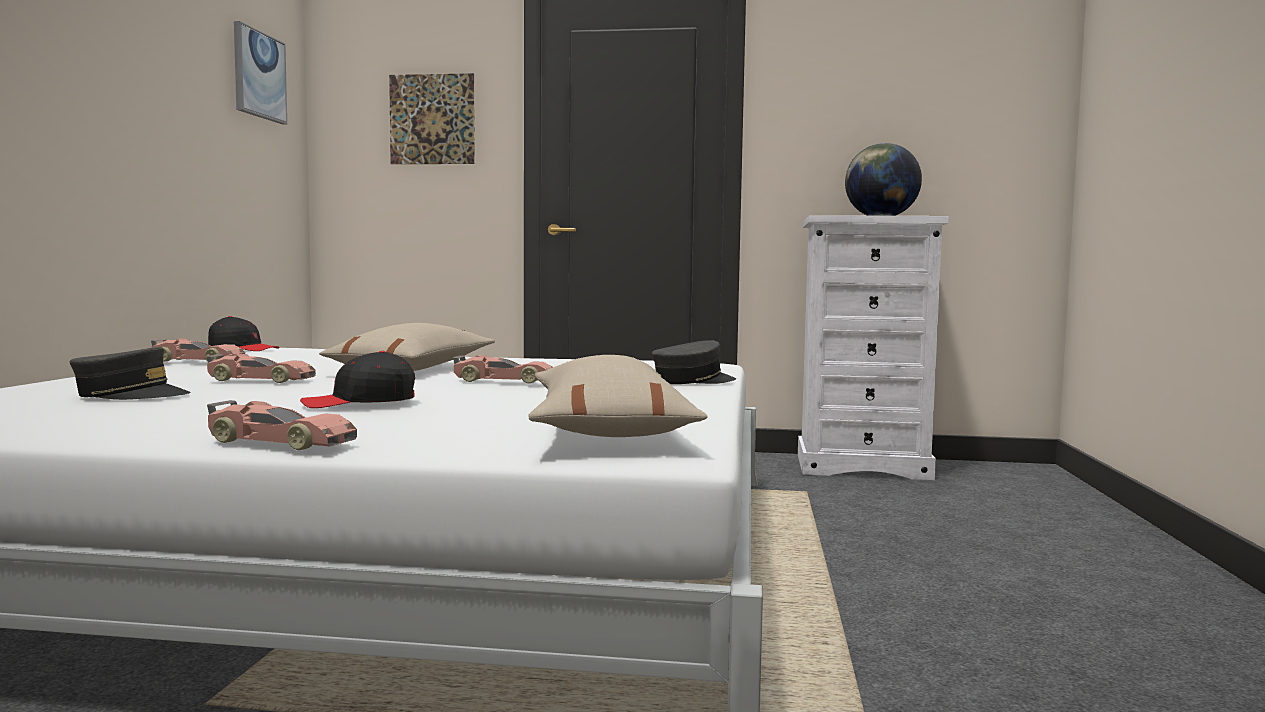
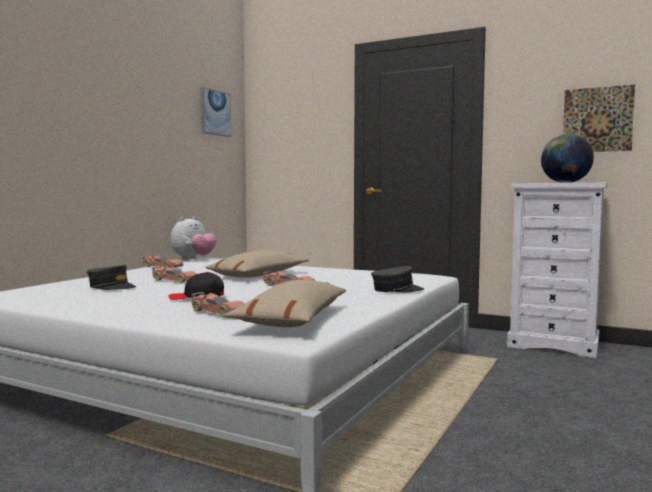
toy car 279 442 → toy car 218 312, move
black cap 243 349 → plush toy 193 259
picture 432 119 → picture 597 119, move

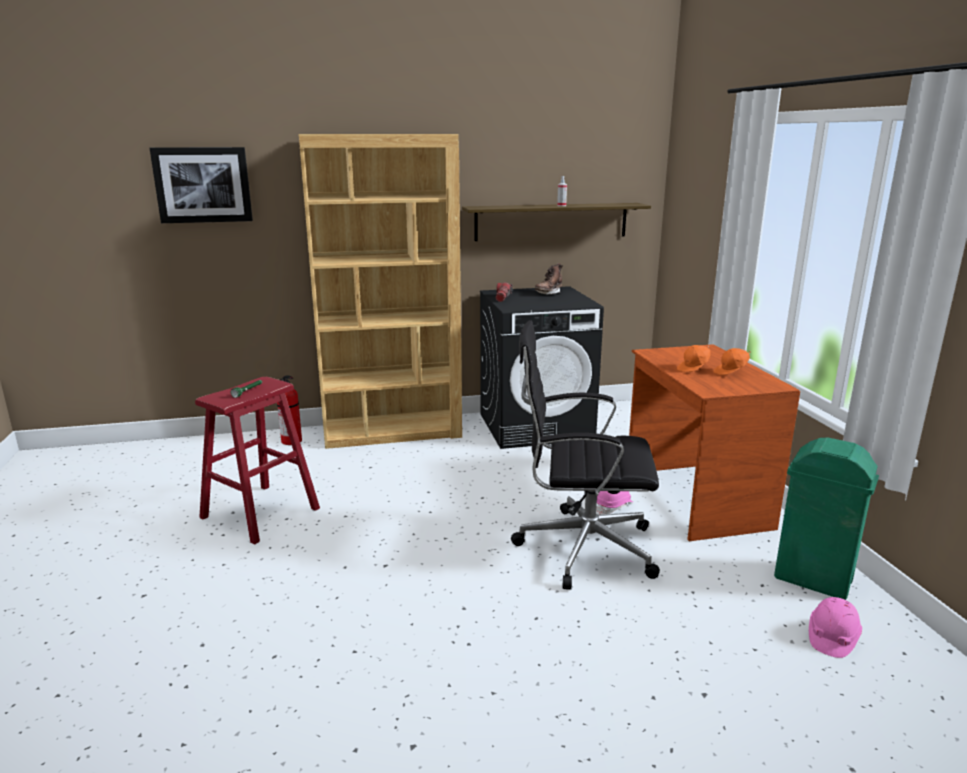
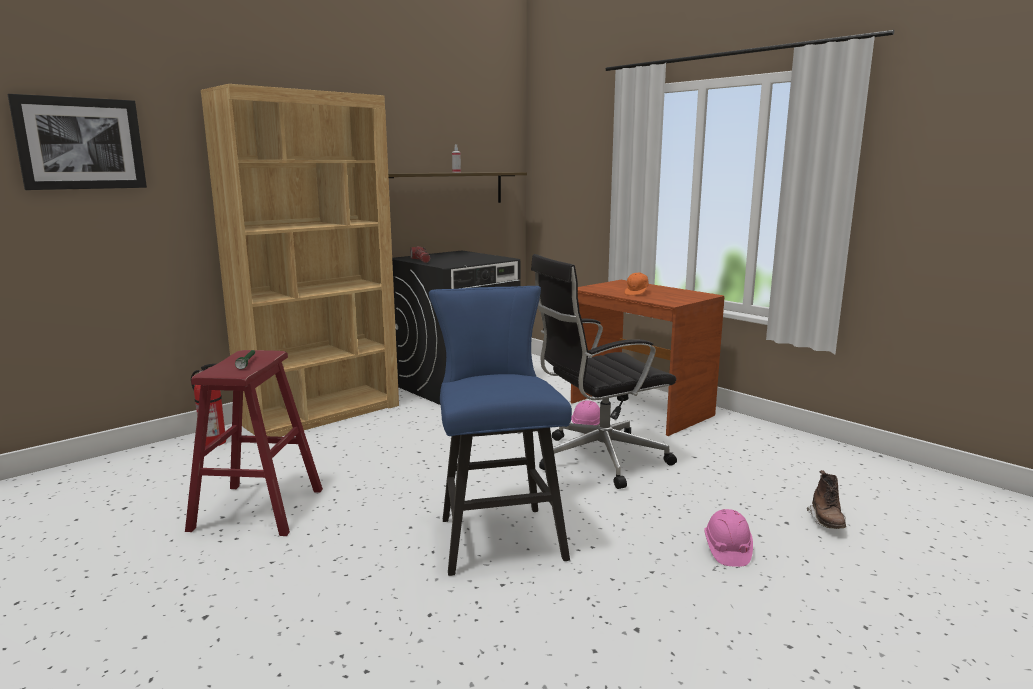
brown boot 548 293 → brown boot 827 522, move
orange cap 731 372 → -
green trash can 813 580 → -
pink hard hat 832 637 → pink hard hat 727 550, move
- → blue stool 497 534

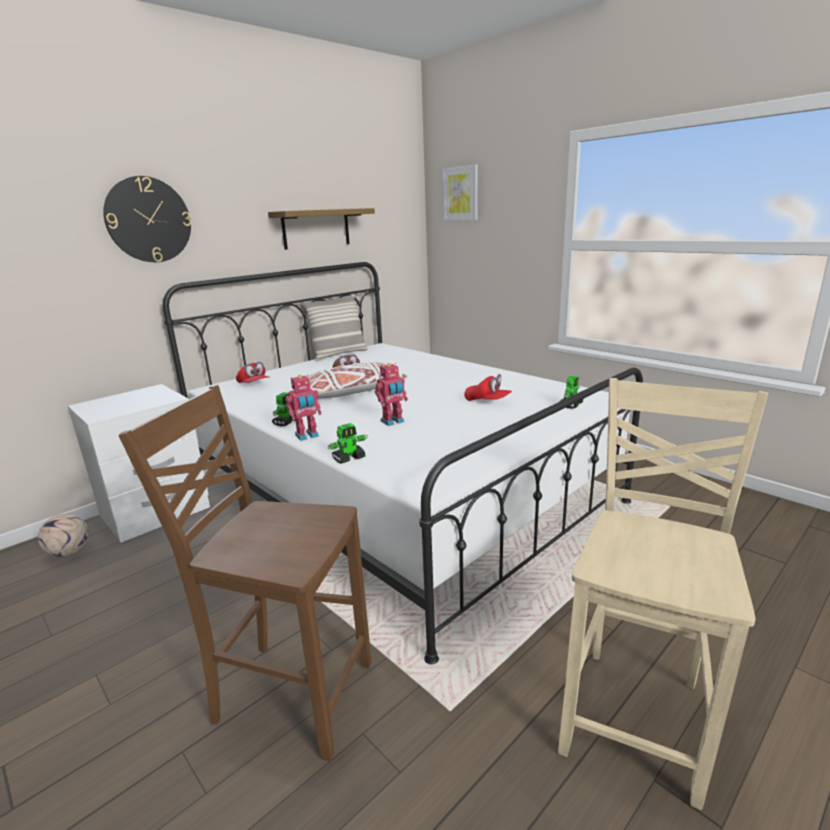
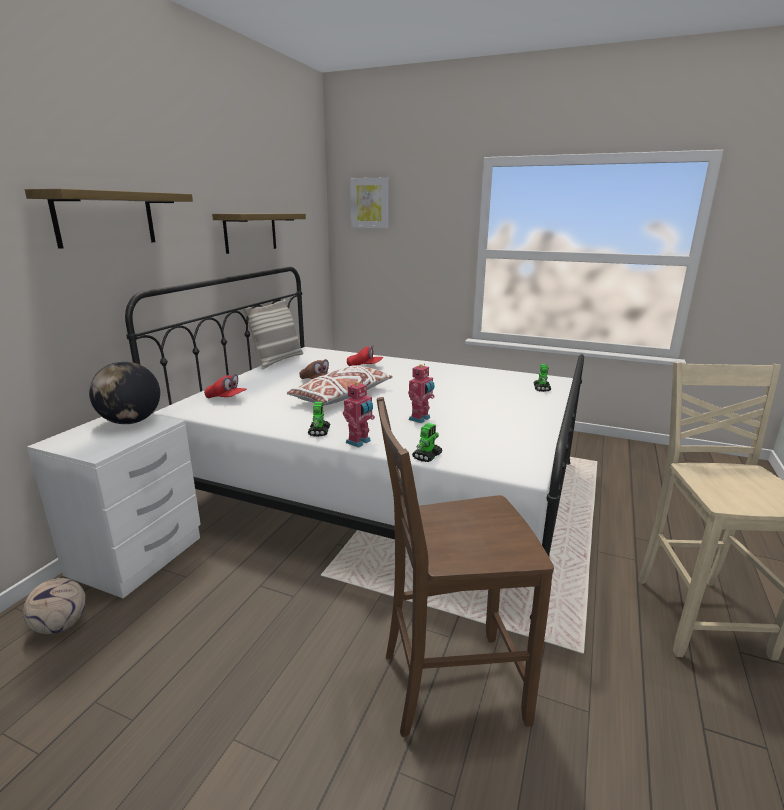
wall clock 148 220 → shelf 106 219
red cap 487 401 → red cap 364 366, move
- → globe 131 421

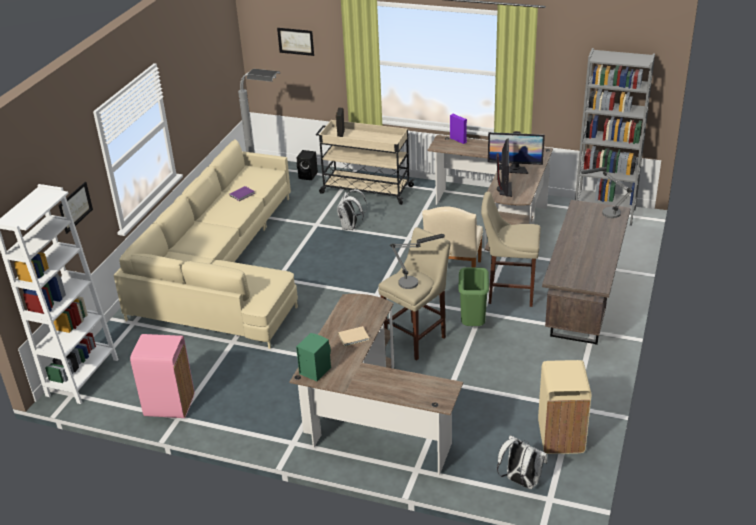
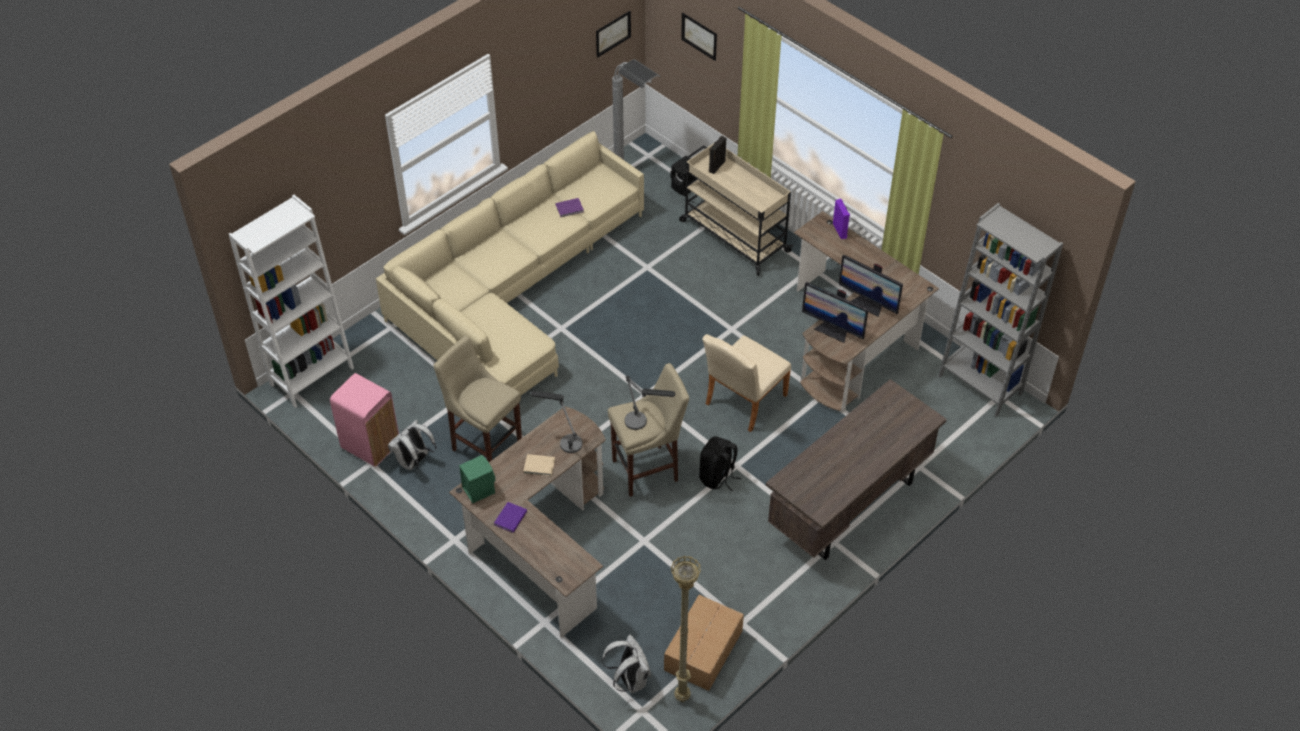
picture 75 207 → picture 613 33, move
white backpack 350 227 → white backpack 414 462, move
green trash can 473 324 → black backpack 717 477
beige stool 508 292 → beige stool 484 444, move
monitor 504 189 → monitor 833 330, 90 degrees clockwise
beige trash can 560 438 → cardboard box 702 651
table lamp 605 213 → table lamp 564 442, move
- → purple book 509 518
- → beige floor lamp 682 698

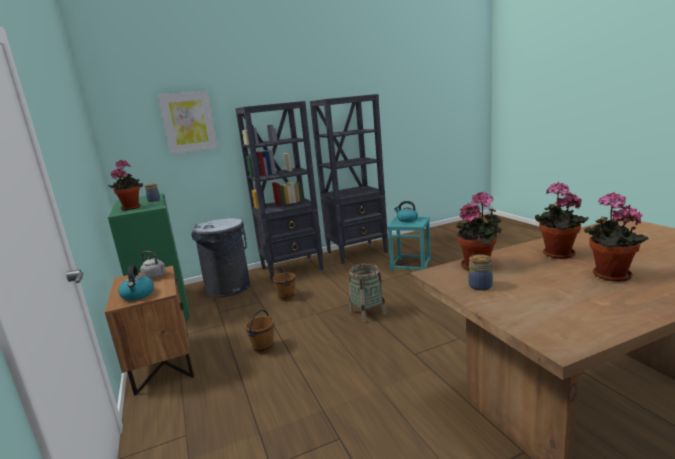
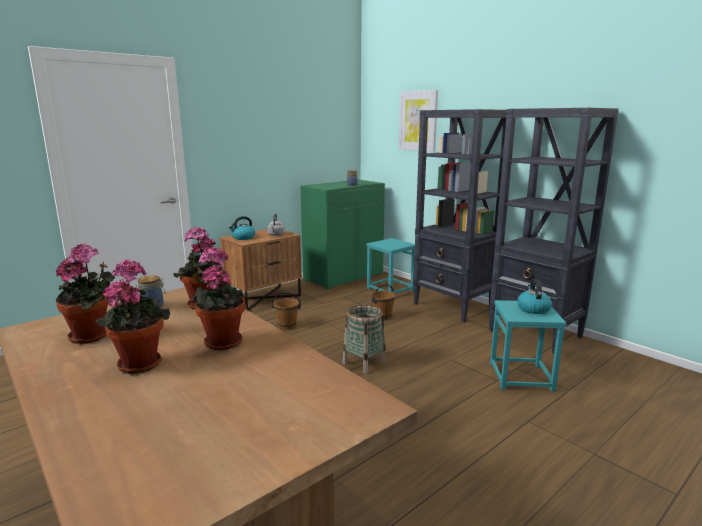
potted plant 131 207 → potted plant 93 335, move
grey trash can 228 288 → turquoise stool 390 289

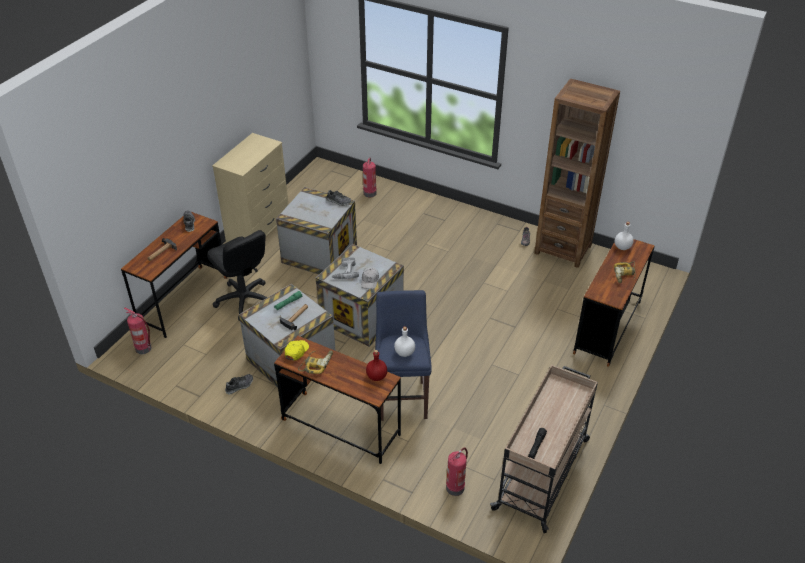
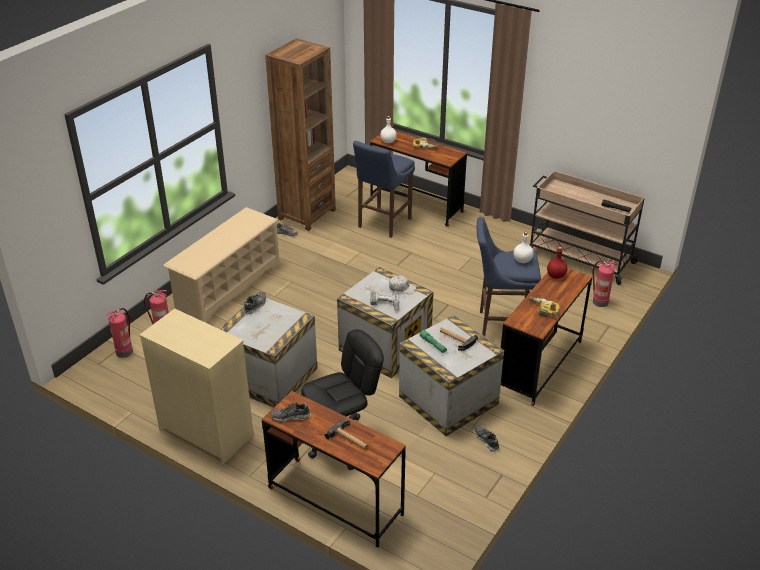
fire extinguisher 144 348 → fire extinguisher 124 351, move
yellow cap 296 351 → -
- → beige shoe rack 228 286
- → blue stool 383 224

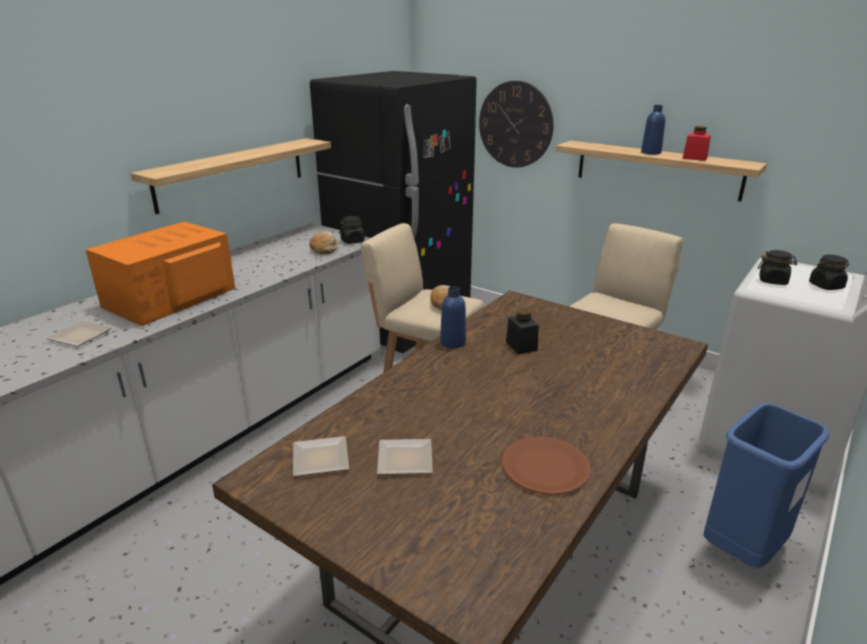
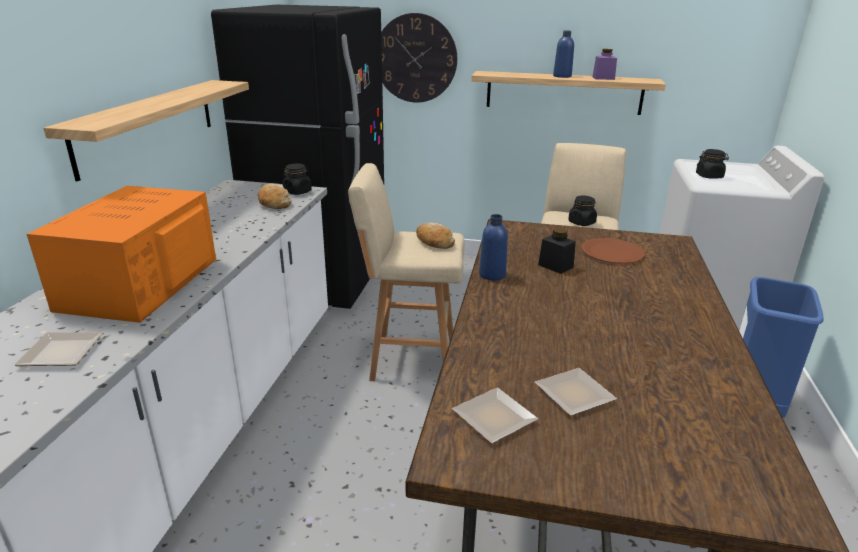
brown plate 545 467 → brown plate 612 252, move
red jar 694 158 → purple jar 603 78
black jar 826 286 → black jar 581 222, move

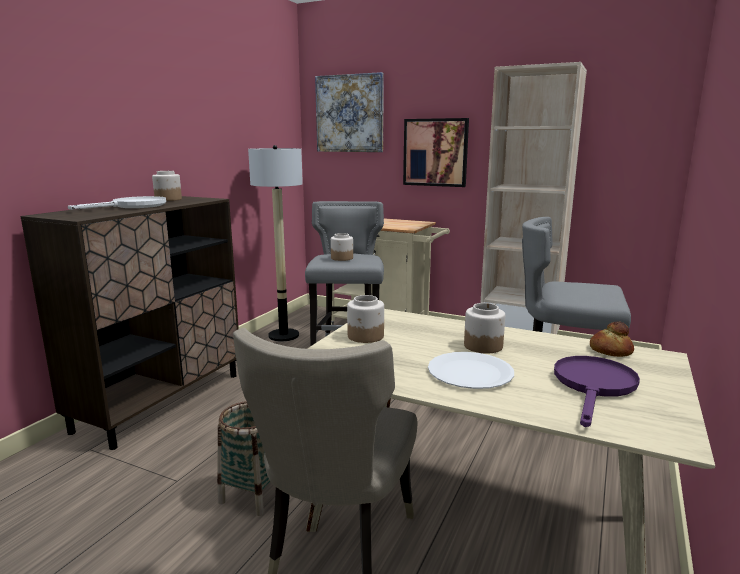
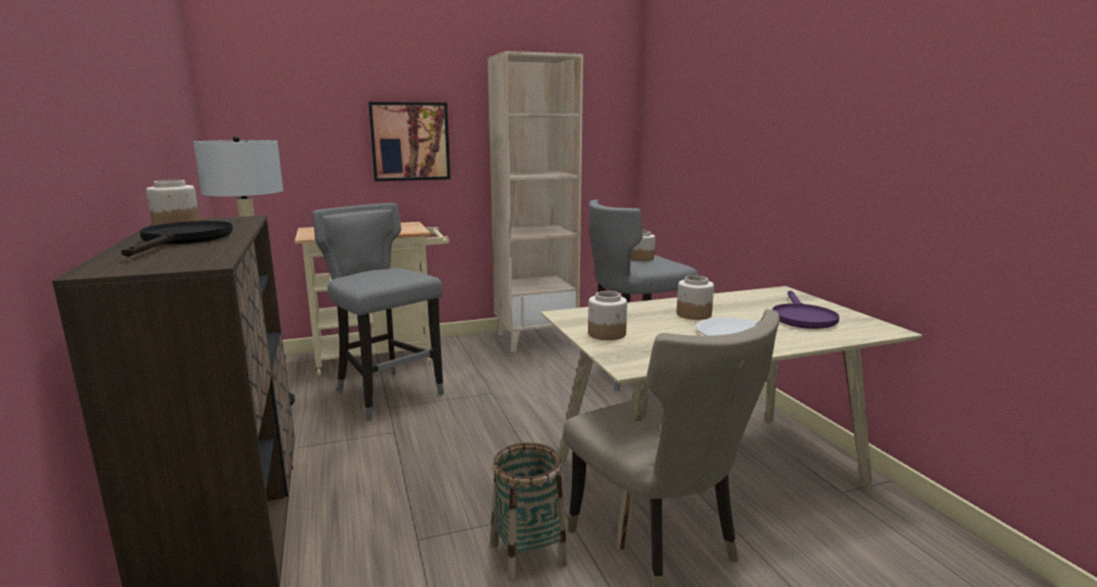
white frying pan 132 206 → black frying pan 183 240
picture 349 113 → -
jar 342 258 → jar 641 258, move
purple frying pan 594 386 → purple frying pan 801 317, 150 degrees counterclockwise
bread 610 350 → -

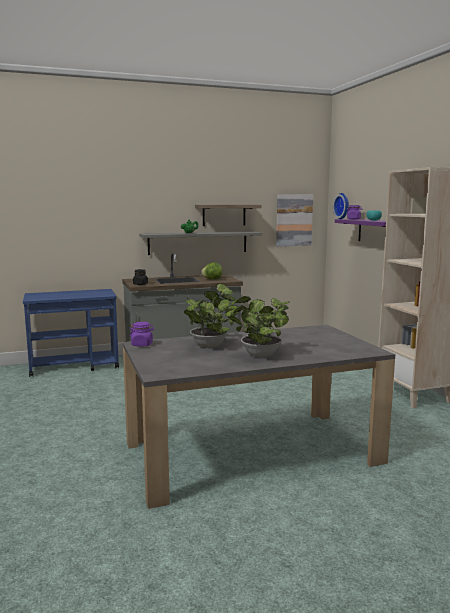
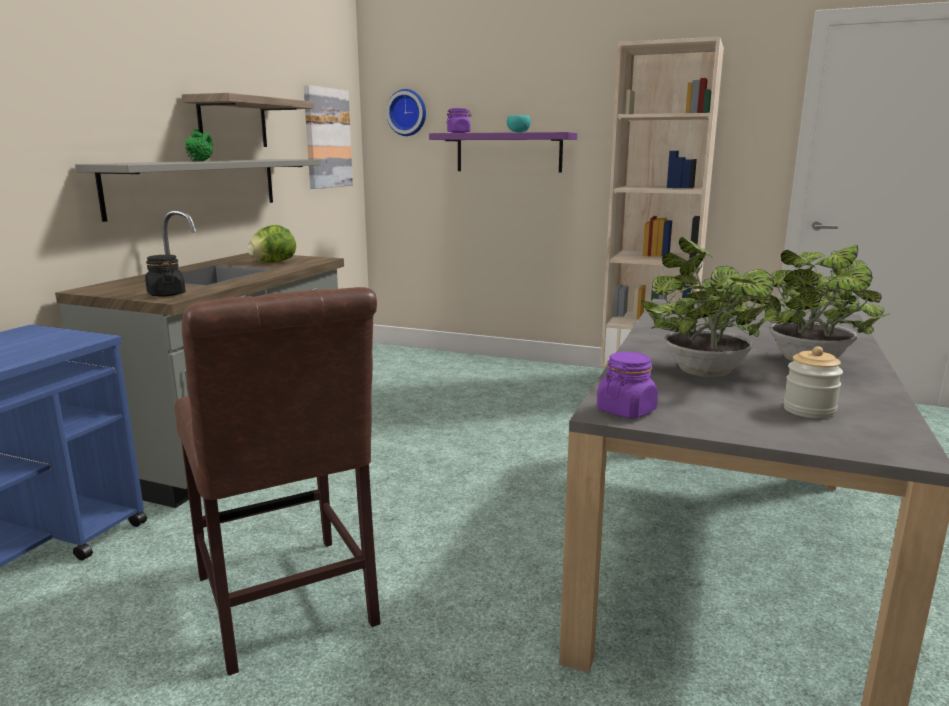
- → brown chair 287 607
- → jar 808 410

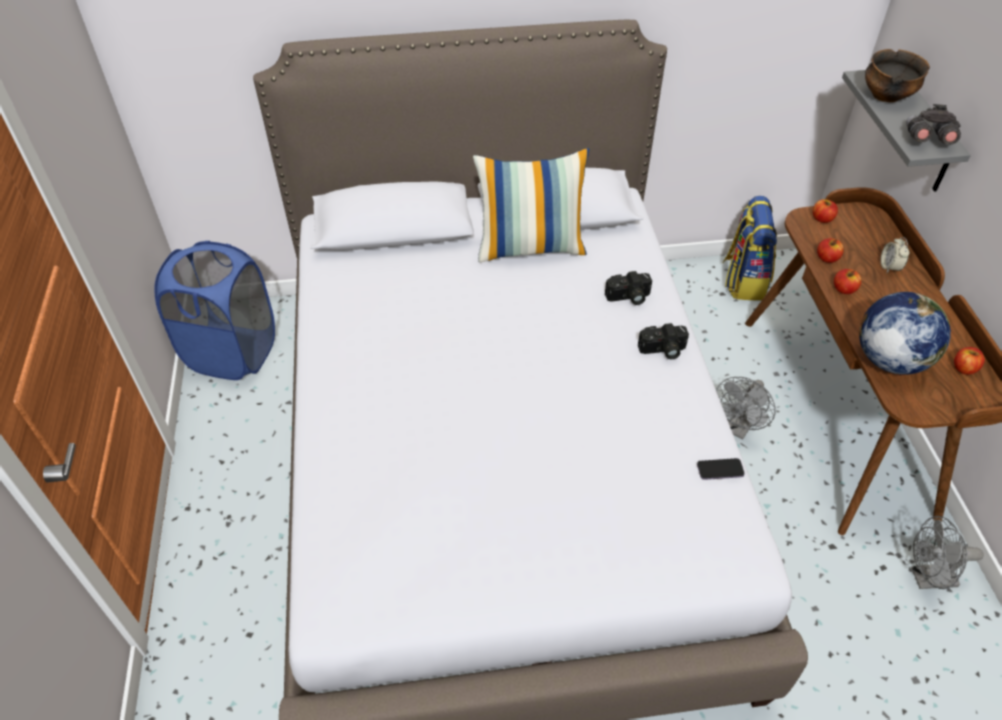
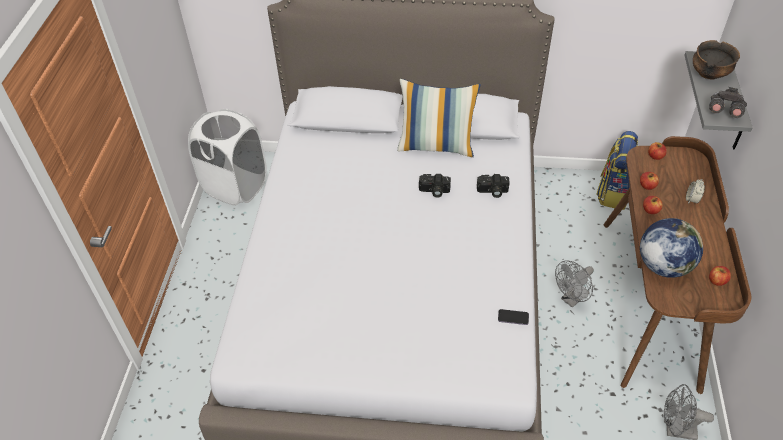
blue laundry basket 232 353 → white laundry basket 236 186
photo camera 662 350 → photo camera 434 191, move

